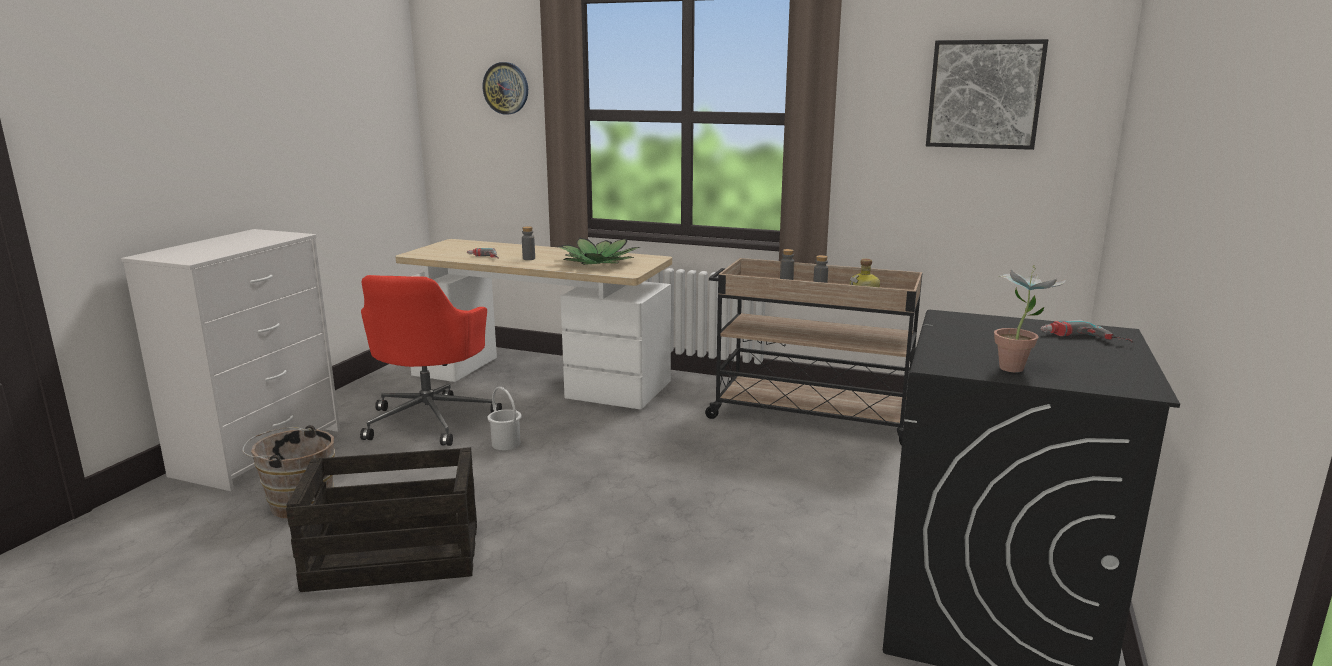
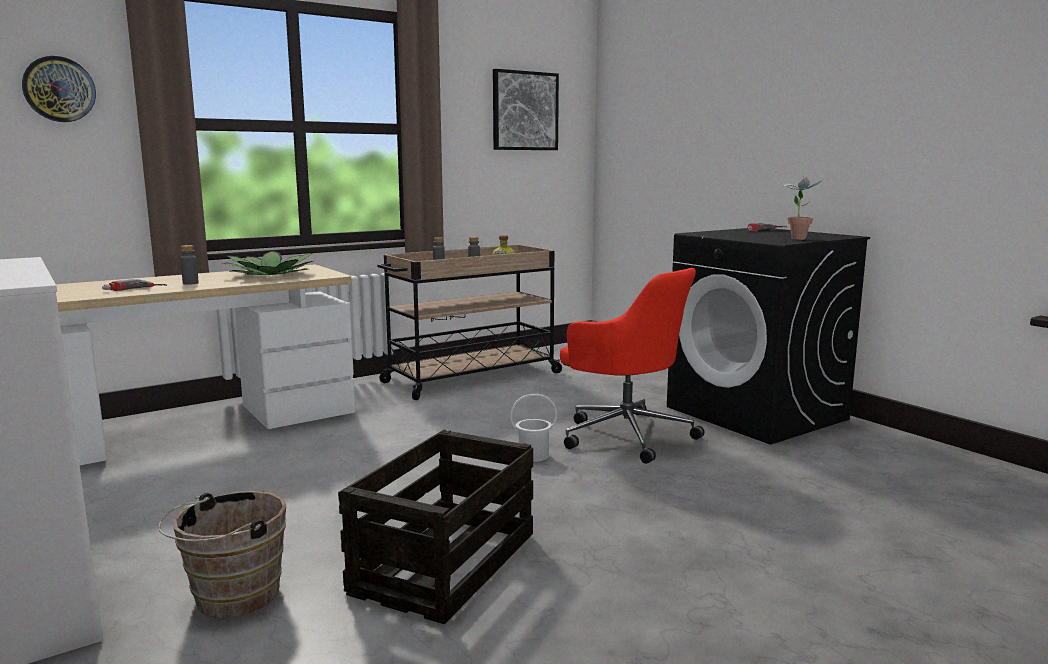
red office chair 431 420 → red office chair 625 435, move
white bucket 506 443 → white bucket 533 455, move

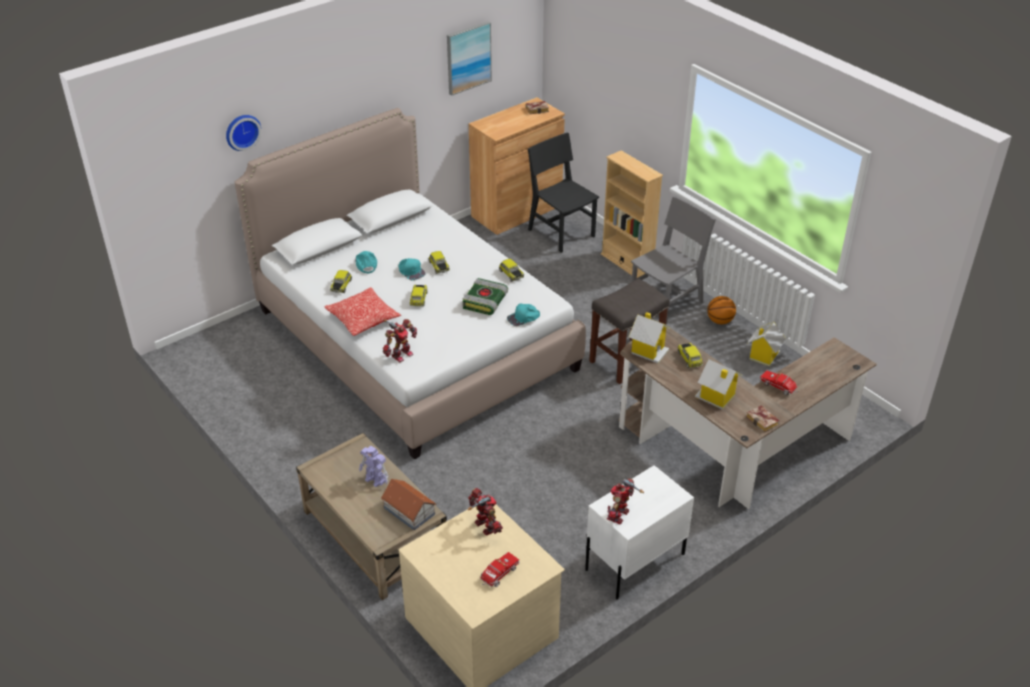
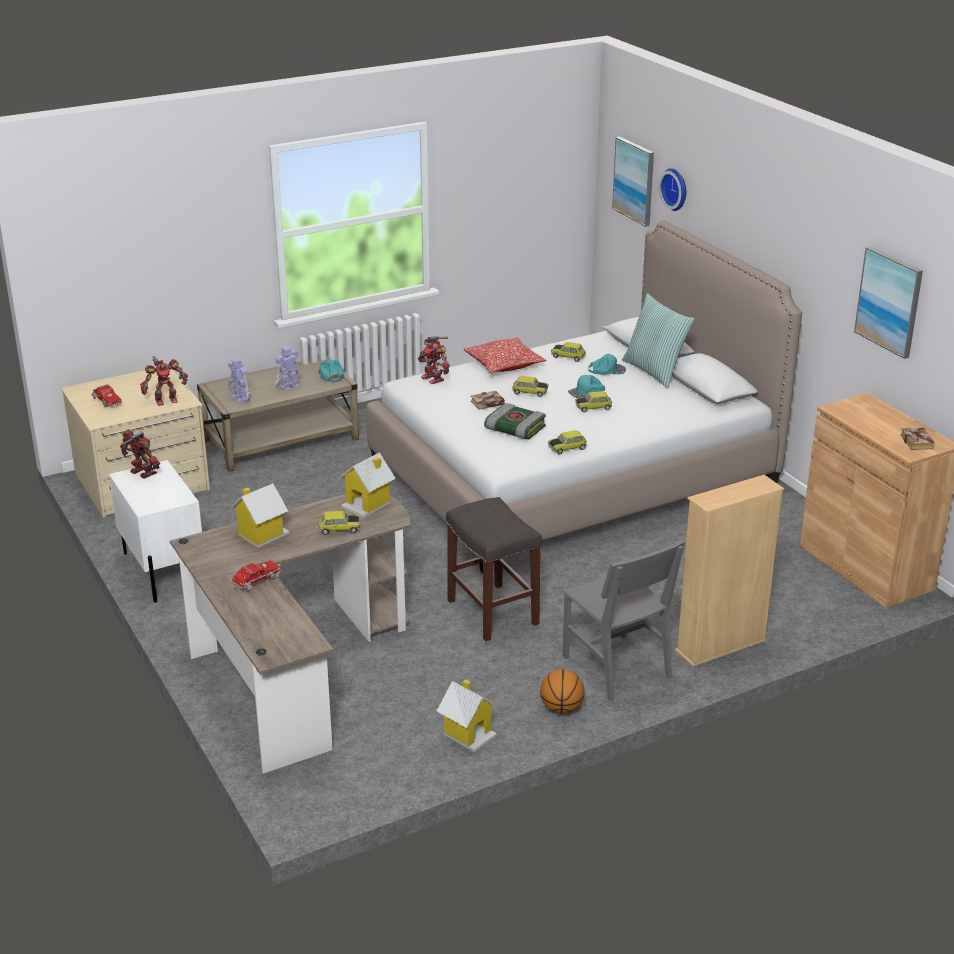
toy house 409 510 → toy robot 240 398
turquoise cap 523 318 → turquoise cap 330 375, move
black chair 561 233 → -
book 763 421 → book 486 404, move
- → picture 634 181
- → pillow 655 371

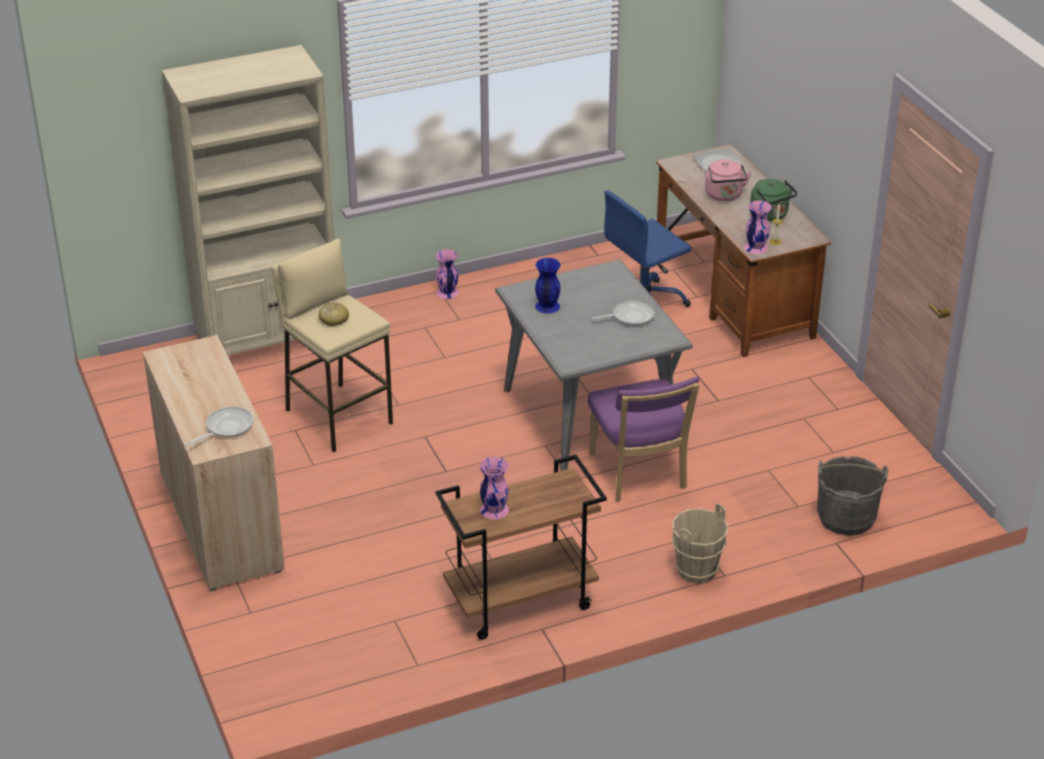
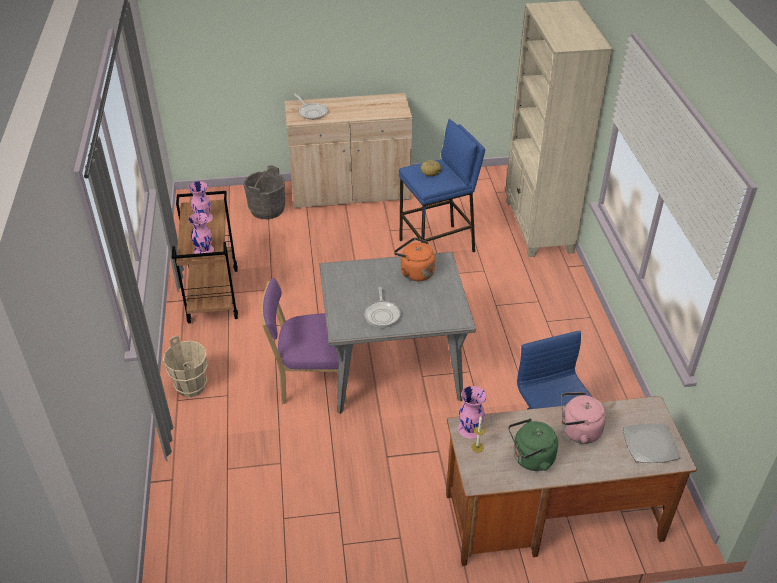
beige stool 338 416 → blue stool 437 246
pink vase 447 292 → pink vase 204 249, move
blue vase 547 306 → orange kettle 415 272
grey bucket 846 518 → grey bucket 267 209, move

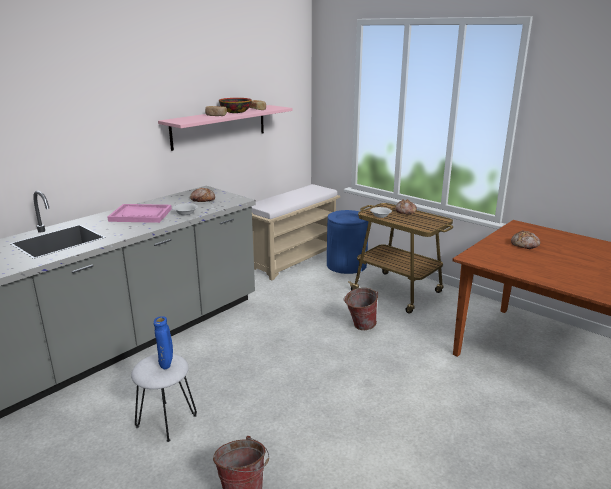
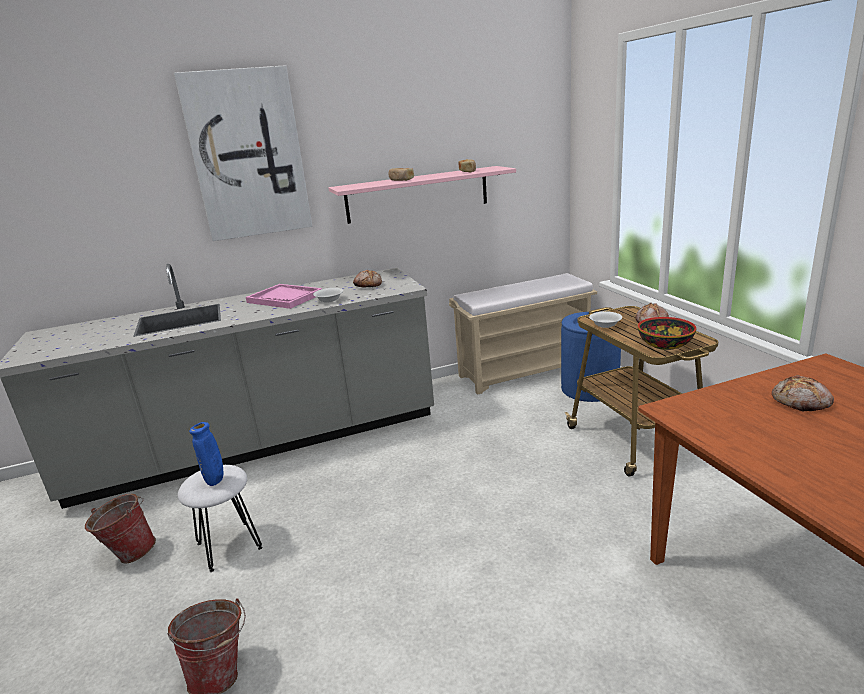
bowl 236 112 → bowl 665 344, move
bucket 359 326 → bucket 129 553, move
- → picture 248 155

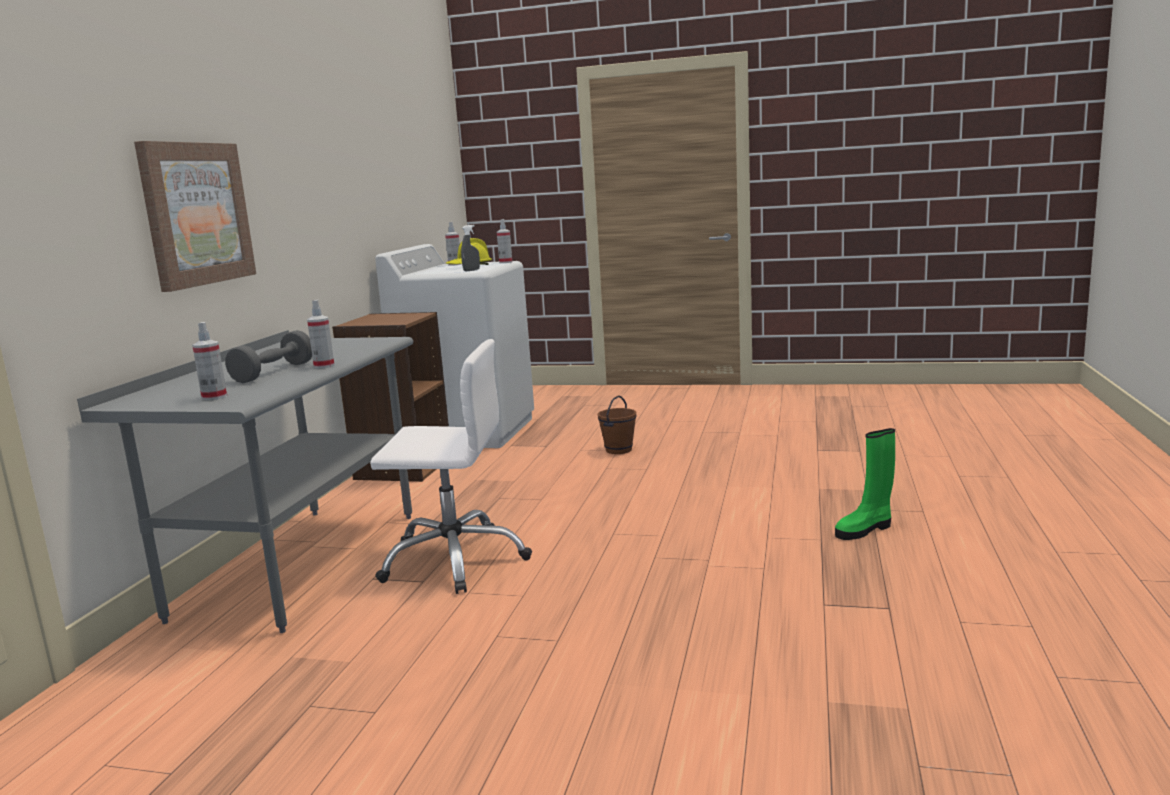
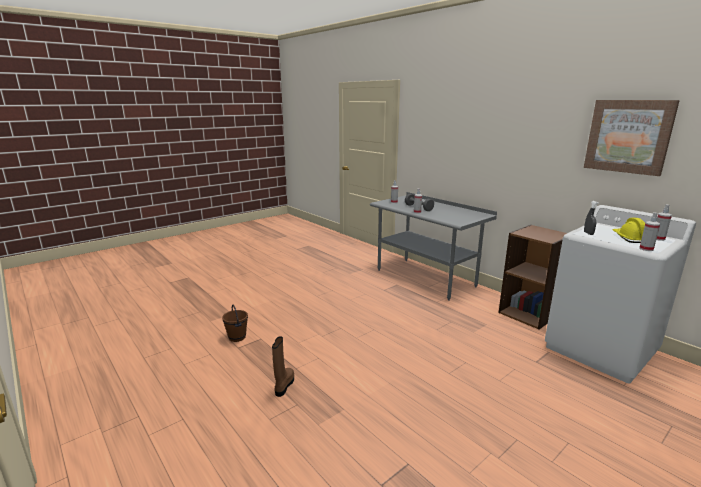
picture 196 214 → picture 628 136, move
white office chair 454 559 → -
brown bucket 619 450 → brown bucket 237 337, move
green boot 865 530 → brown boot 284 385

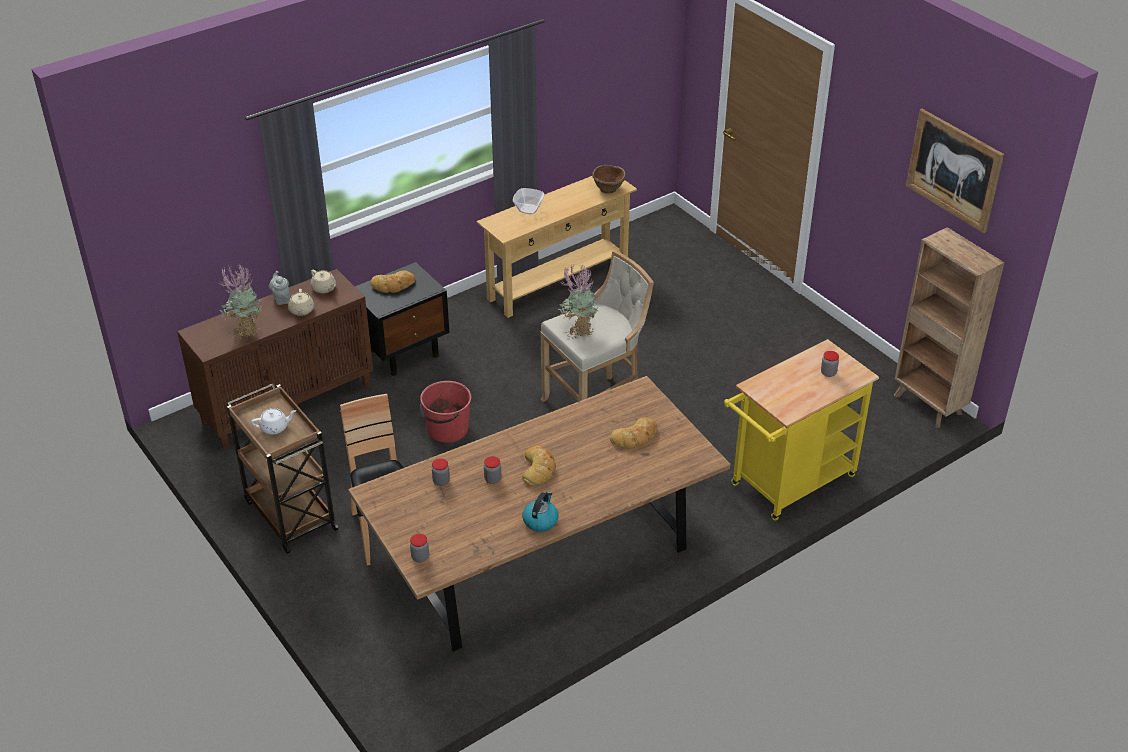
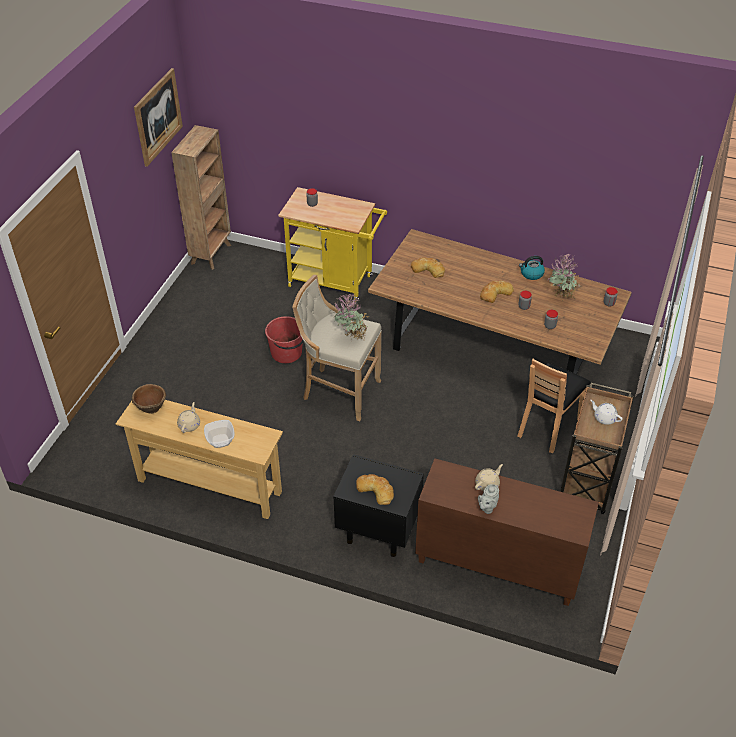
potted plant 245 330 → potted plant 561 298, move
beige teapot 324 288 → beige teapot 189 425, move
red bucket 447 429 → red bucket 287 353, move

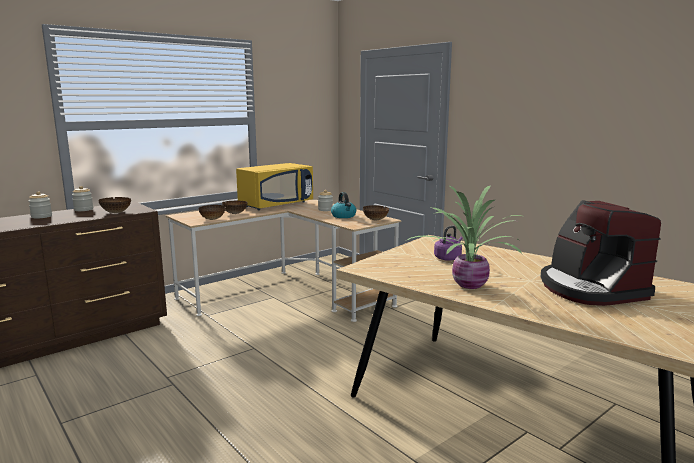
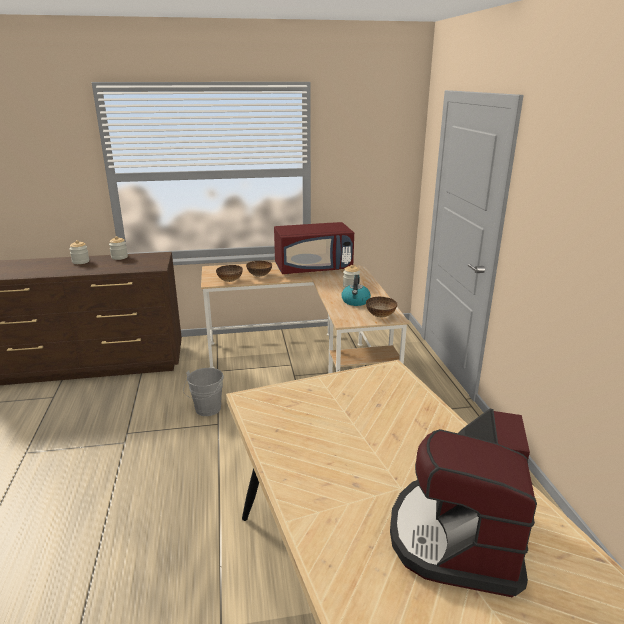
bowl 116 212 → -
yellow microwave 276 205 → red microwave 313 268
potted plant 467 284 → -
purple kettle 448 258 → -
- → grey bucket 207 410

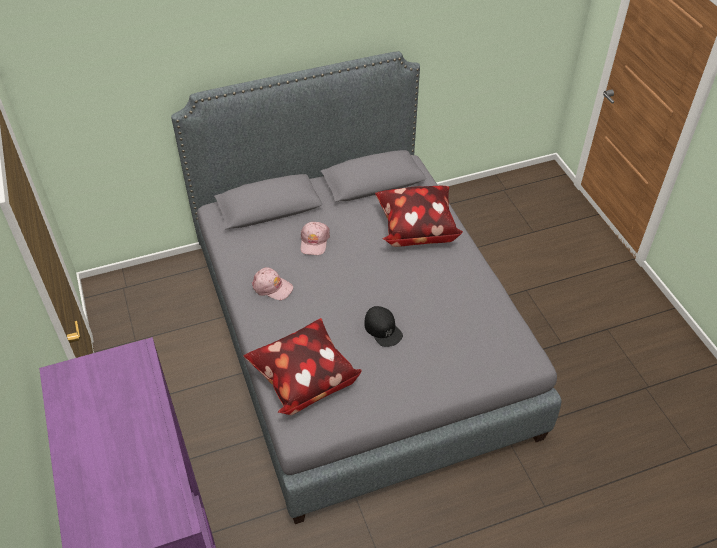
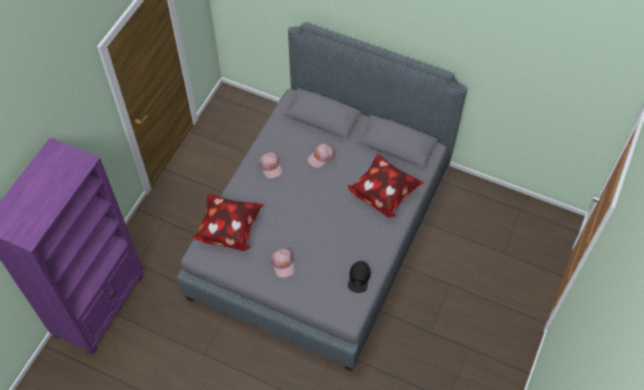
black cap 383 329 → black cap 359 278, move
- → pink cap 283 264

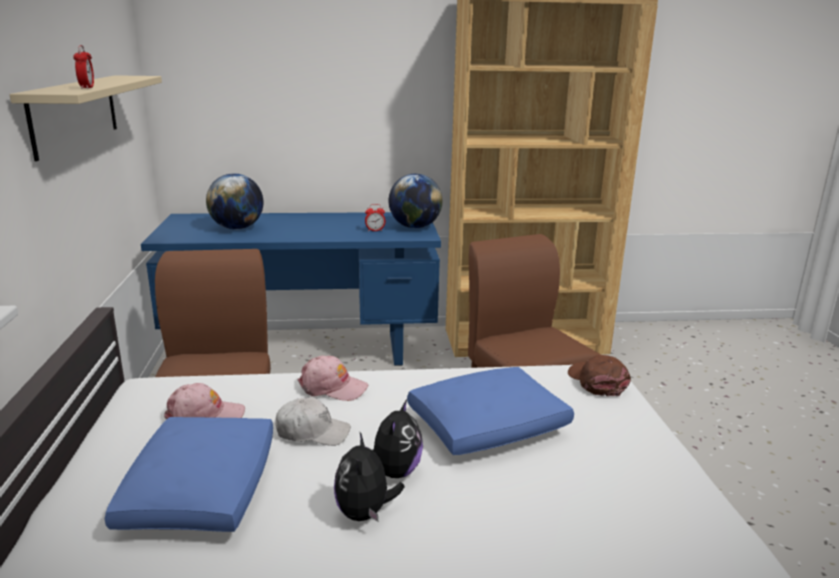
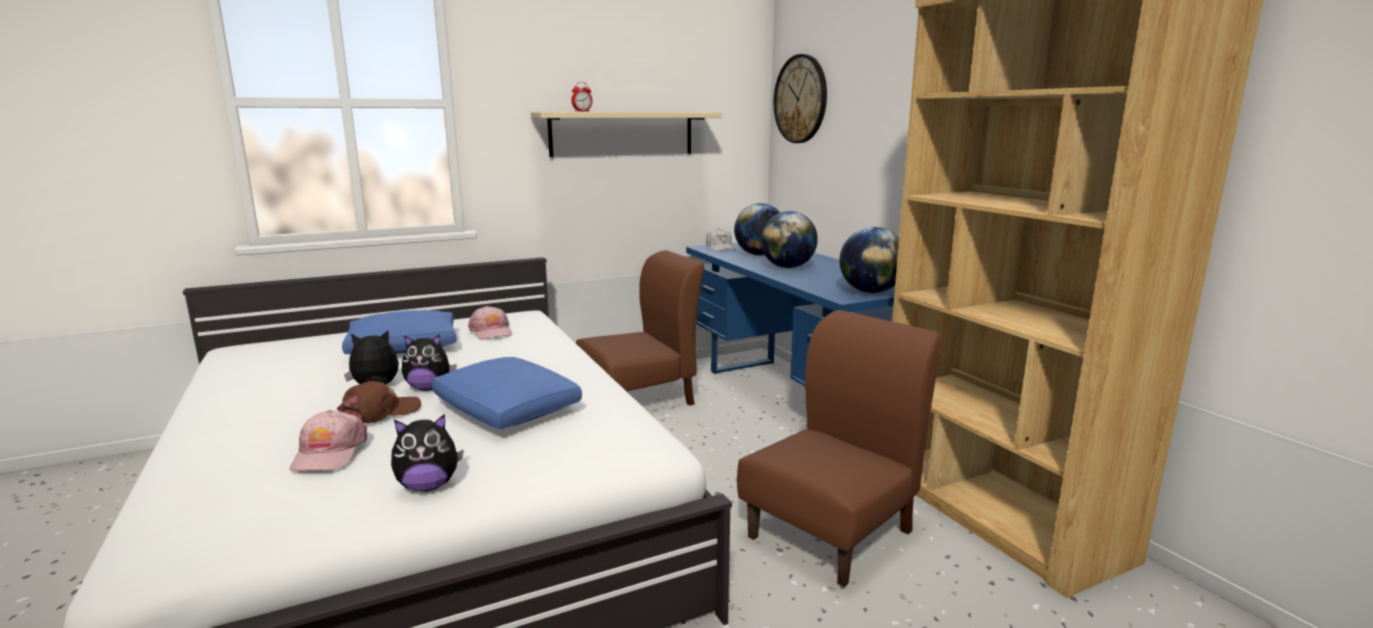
white cap 312 432 → white cap 720 248, move
pink cap 332 387 → pink cap 329 453, move
alarm clock 375 230 → -
brown cap 597 381 → brown cap 380 412, move
- → plush toy 428 486
- → globe 787 267
- → wall clock 800 99

